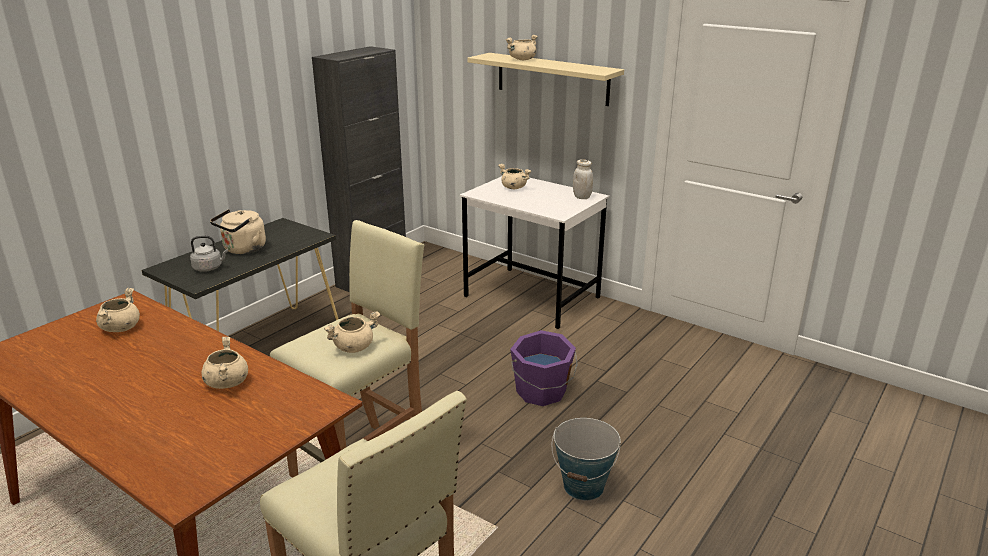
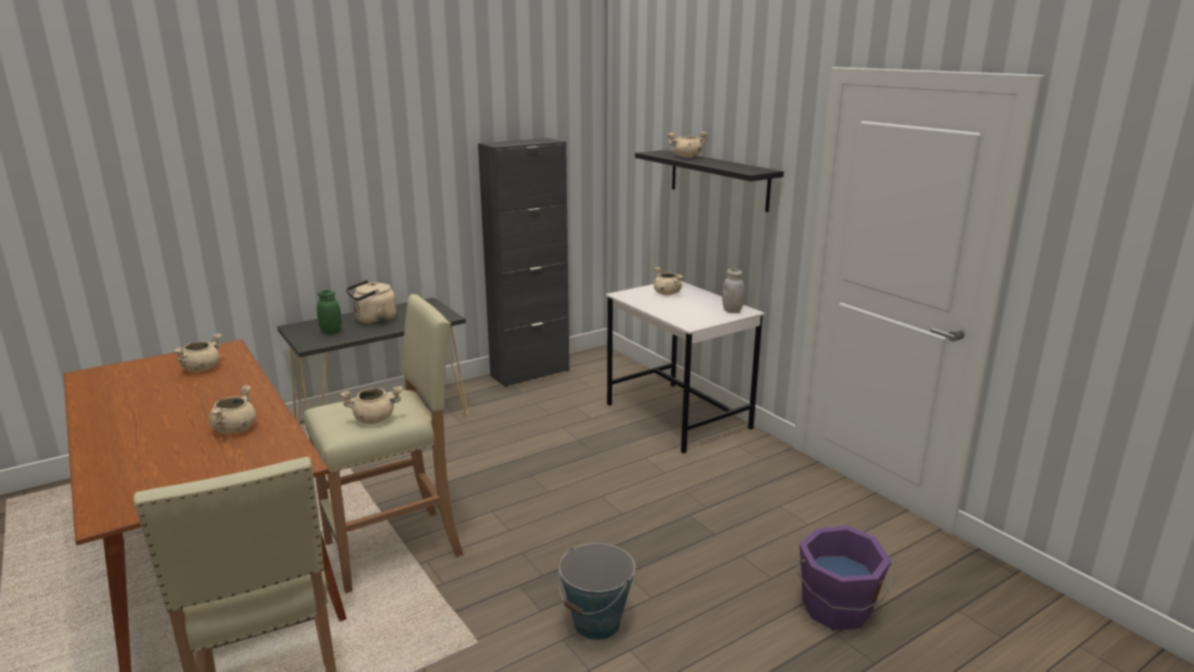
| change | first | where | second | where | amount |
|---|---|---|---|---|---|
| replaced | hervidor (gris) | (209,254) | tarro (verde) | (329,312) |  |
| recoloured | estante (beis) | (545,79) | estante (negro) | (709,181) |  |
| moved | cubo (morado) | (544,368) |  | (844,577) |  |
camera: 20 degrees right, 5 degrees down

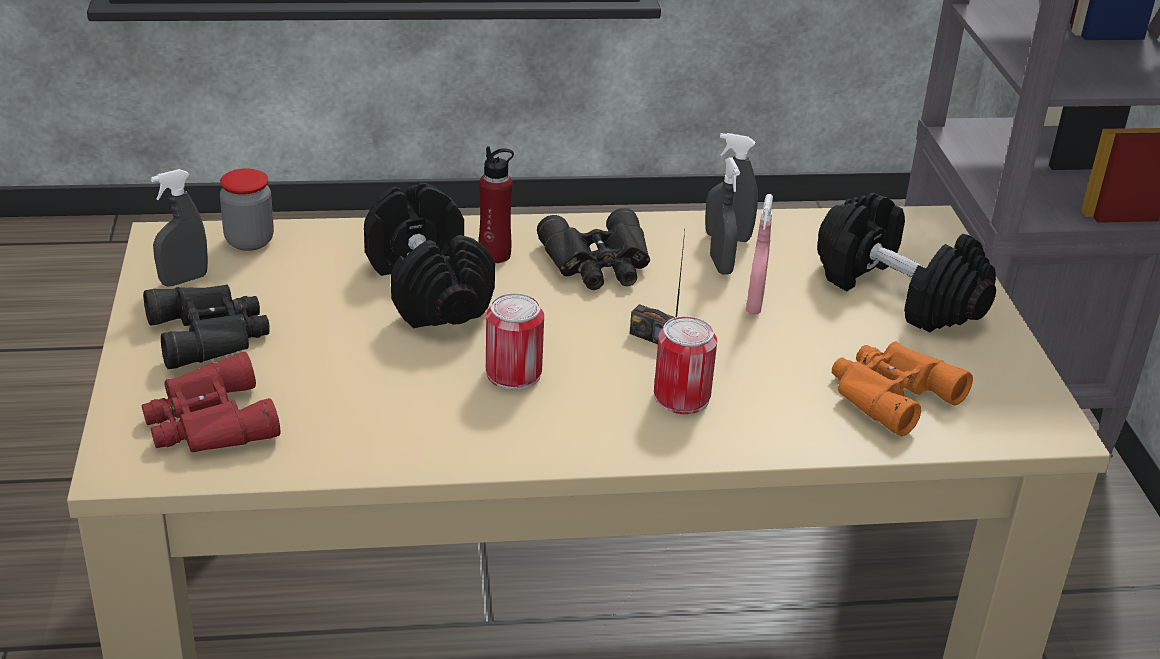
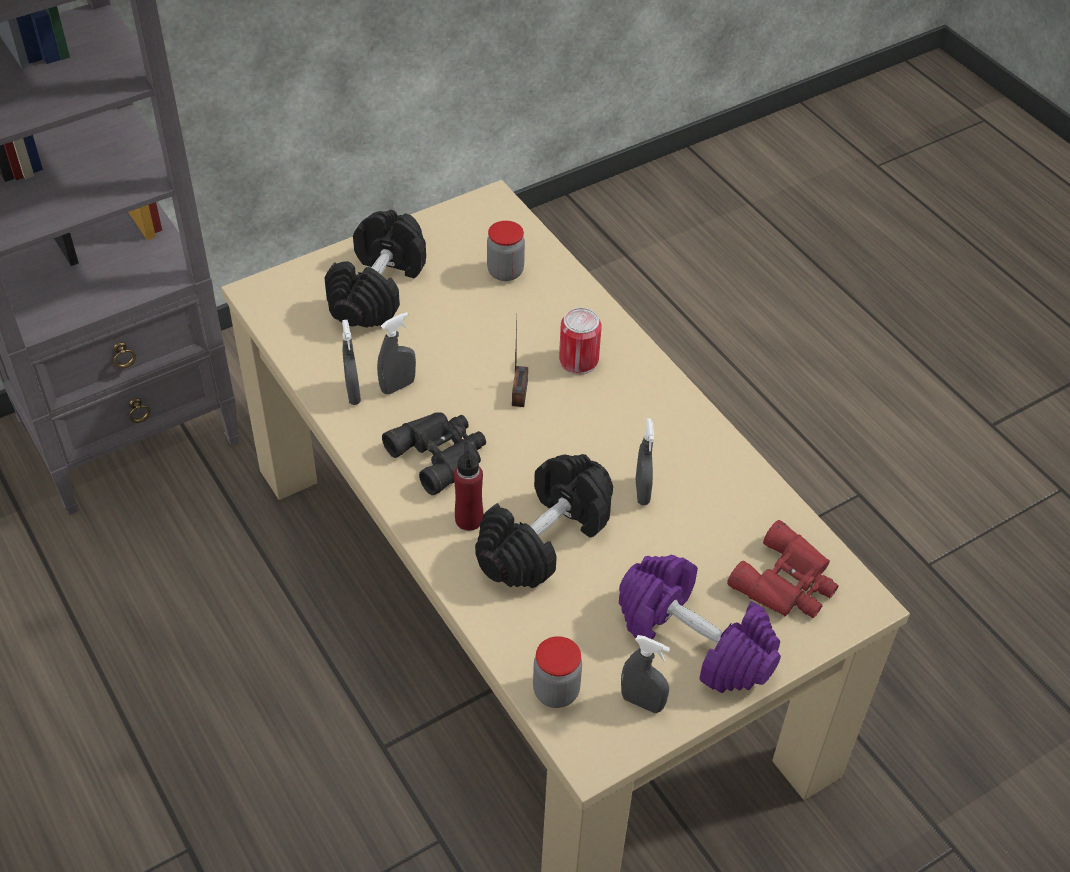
| change | first | where | second | where | amount |
|---|---|---|---|---|---|
| replaced | prismáticos (negro) | (206,326) | mancuerna (morado) | (700,624) |  |
| removed | lata | (515,341) |  |  |  |
| removed | pulverizador (rosa) | (759,254) |  |  |  |
| replaced | prismáticos (naranja) | (902,388) | tarro | (506,251) |  |
| added |  |  | pulverizador (gris) | (645,462) |  |
camera: 115 degrees left, 15 degrees up

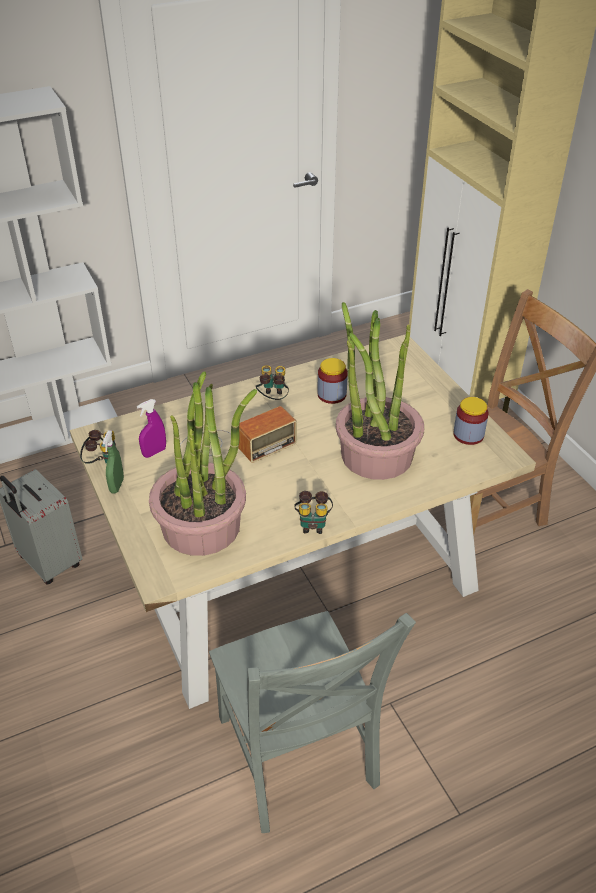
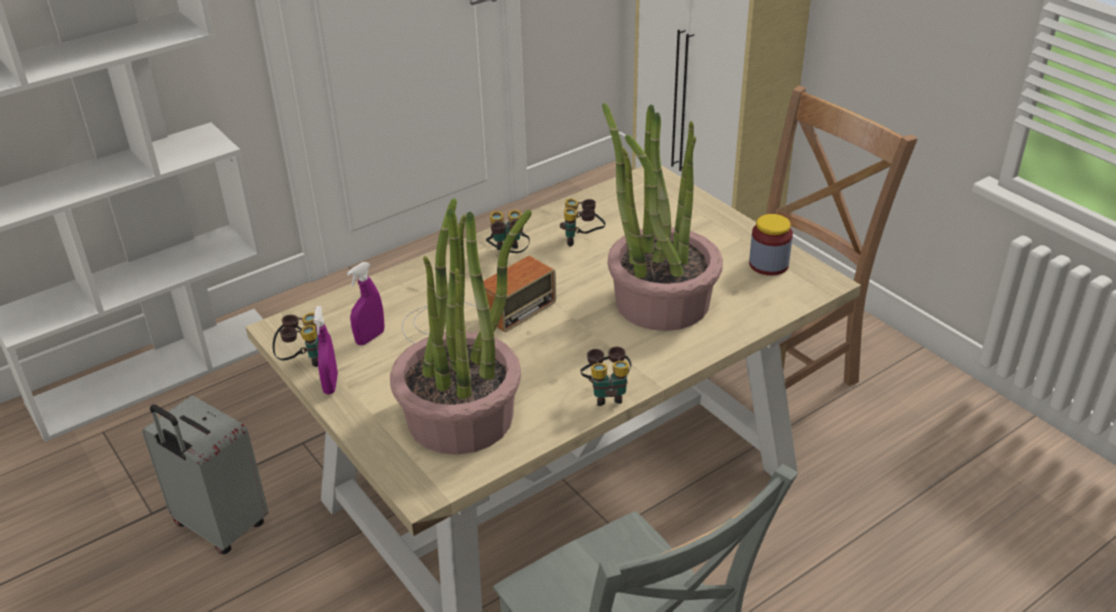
| change | first | where | second | where | amount |
|---|---|---|---|---|---|
| recoloured | pulverizador (verde) | (113,462) | pulverizador (morado) | (325,350) |  |
| replaced | tarro | (332,381) | prismáticos | (583,223) |  |
camera: 10 degrees left, 5 degrees down

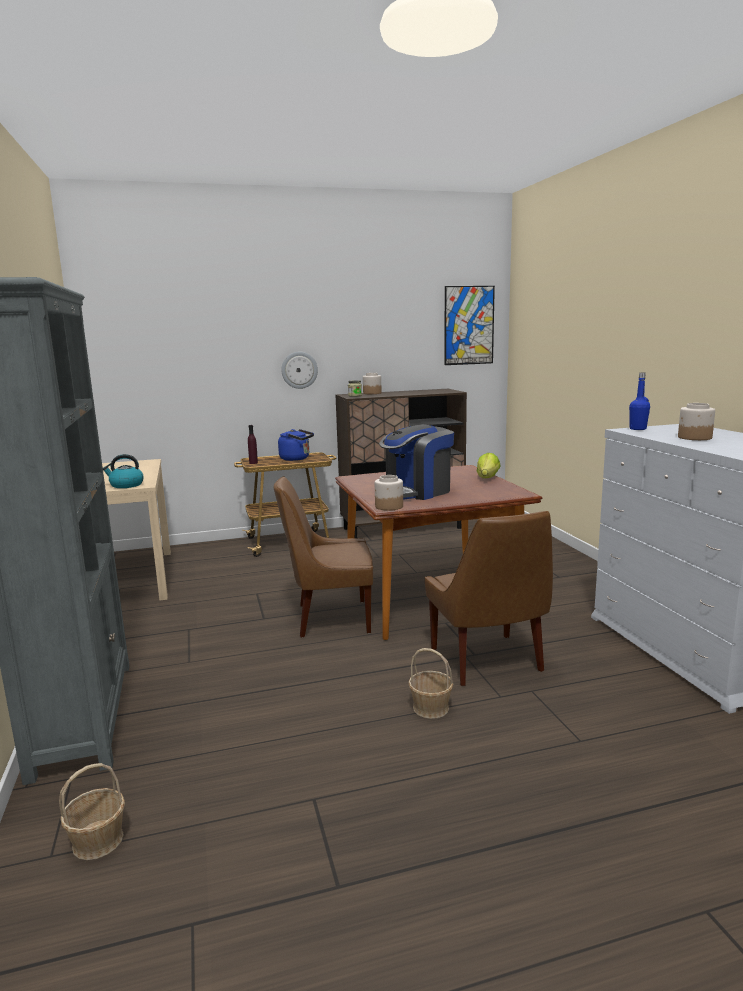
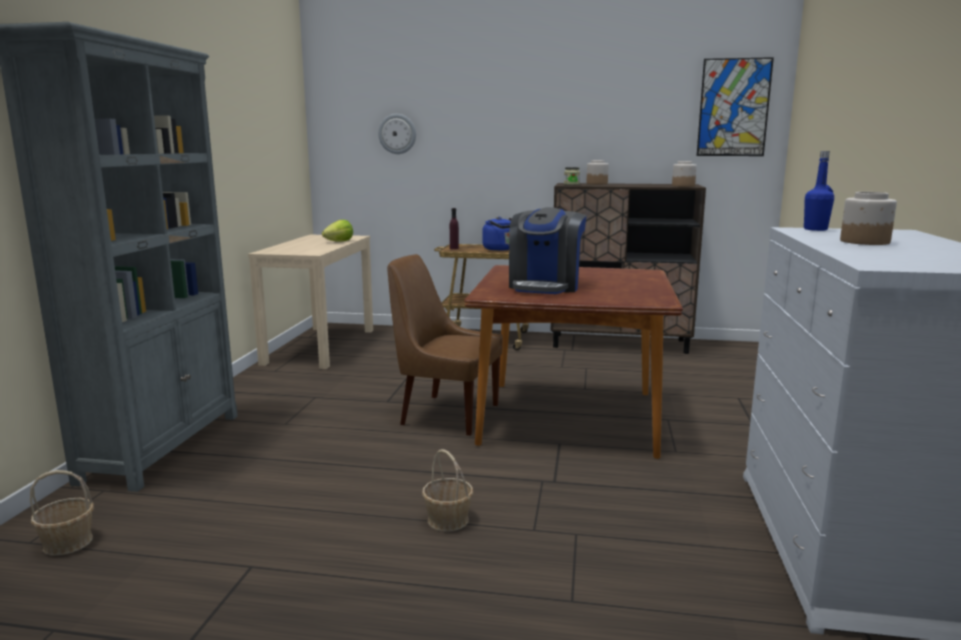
| change | first | where | second | where | amount |
|---|---|---|---|---|---|
| removed | hervidor | (123,471) |  |  |  |
| moved | reloj de pared | (299,370) |  | (397,134) |  |
| moved | tarro | (389,493) |  | (684,174) |  |
| turned | cafetera | (416,462) |  | (548,250) | 60 degrees counterclockwise |
| removed | silla (marrón) | (489,598) |  |  |  |
| moved | lechuga | (489,465) |  | (337,231) |  |
camera: 25 degrees right, 0 degrees up

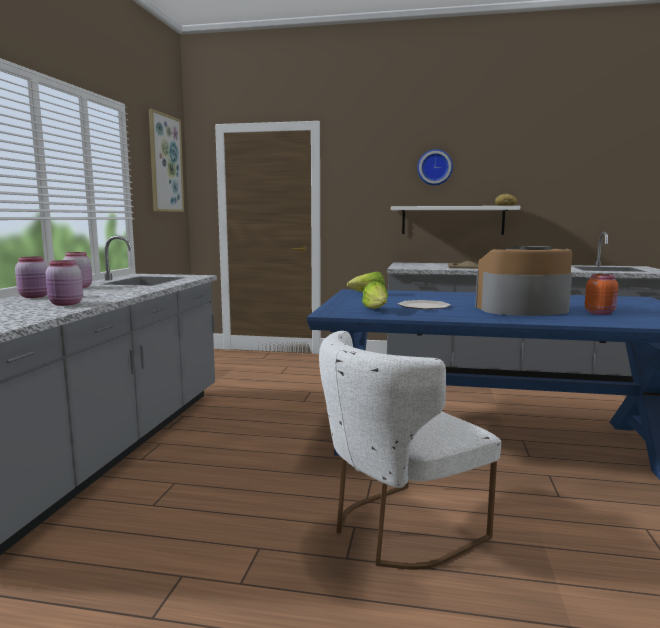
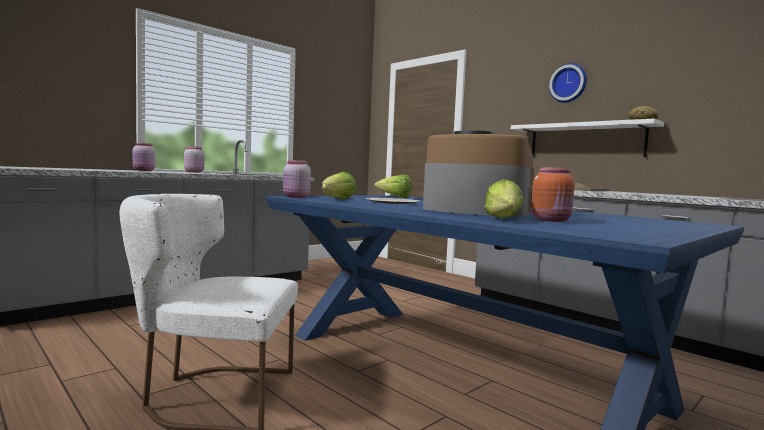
| change | first | where | second | where | amount |
|---|---|---|---|---|---|
| moved | tarro (rosa) | (64,283) |  | (297,179) |  |
| removed | cuadro | (166,160) |  |  |  |
| added |  |  | lechuga | (504,198) |  |
camera: 35 degrees right, 5 degrees down

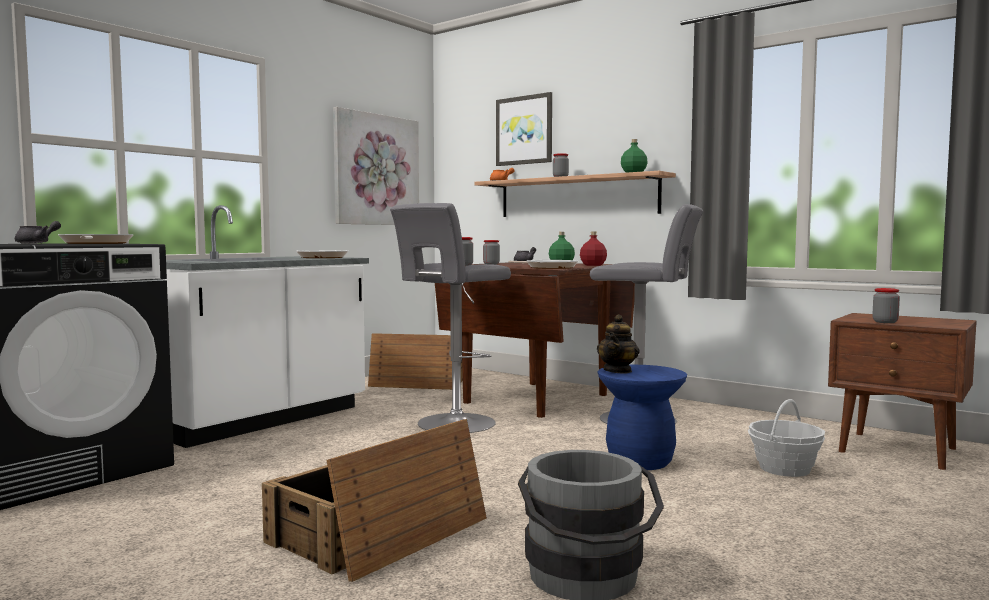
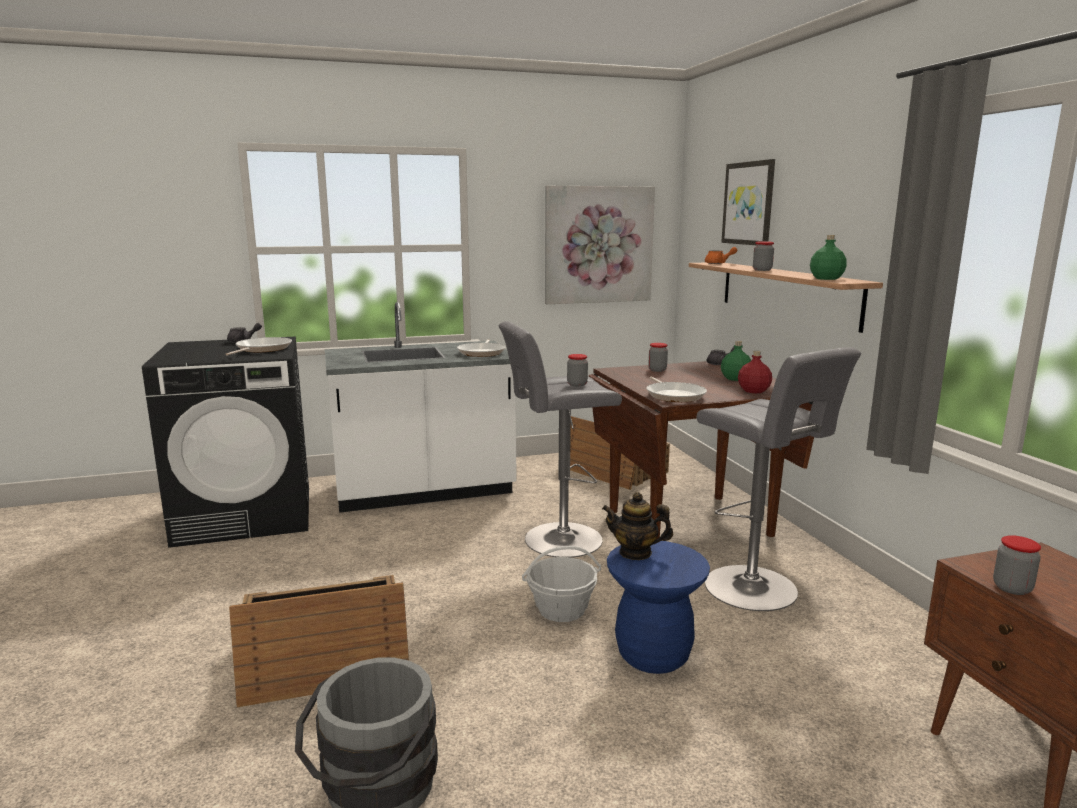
| change | first | where | second | where | amount |
|---|---|---|---|---|---|
| turned | tetera | (618,344) |  | (637,526) | 45 degrees clockwise |
| moved | cesta | (786,438) |  | (561,584) |  |
camera: 35 degrees right, 10 degrees up

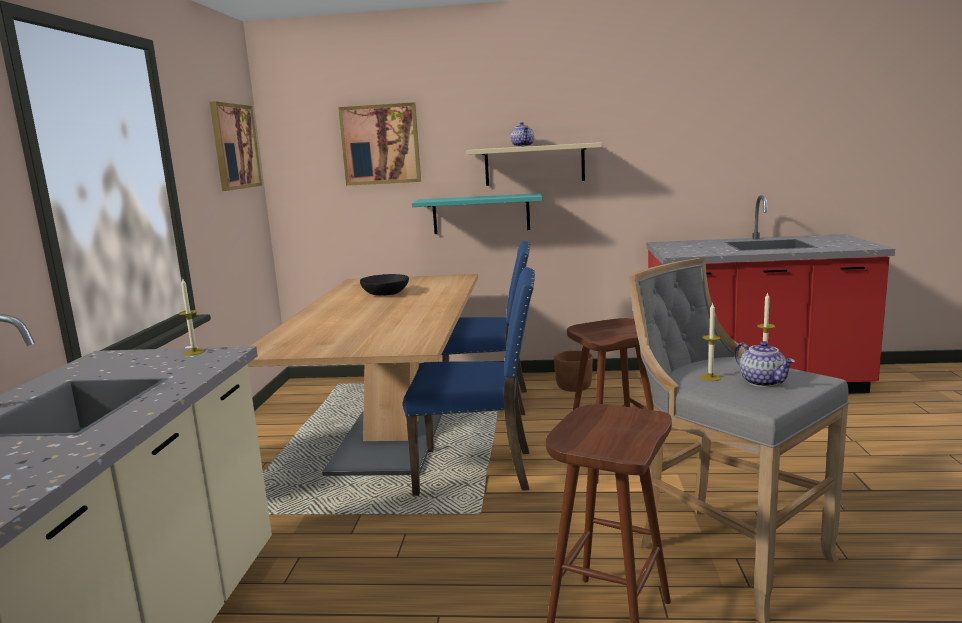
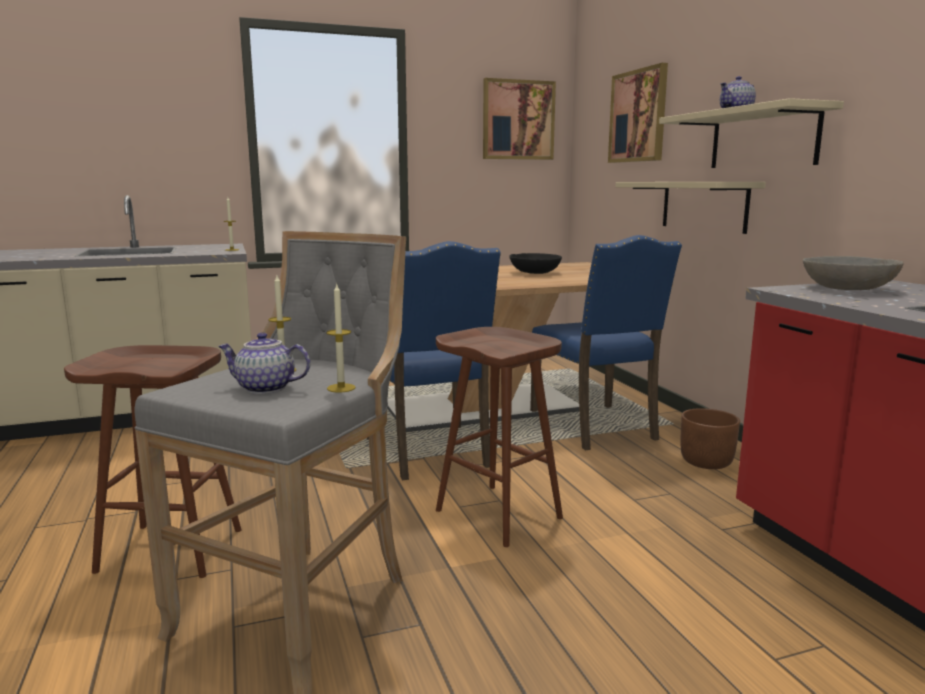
| change | first | where | second | where | amount |
|---|---|---|---|---|---|
| recoloured | estante (turquesa) | (477,213) | estante (beis) | (691,208) |  |
| turned | tetera | (765,364) |  | (264,363) | 60 degrees clockwise |
| added |  |  | cuenco (gris) | (853,273) |  |
camera: 65 degrees right, 0 degrees up

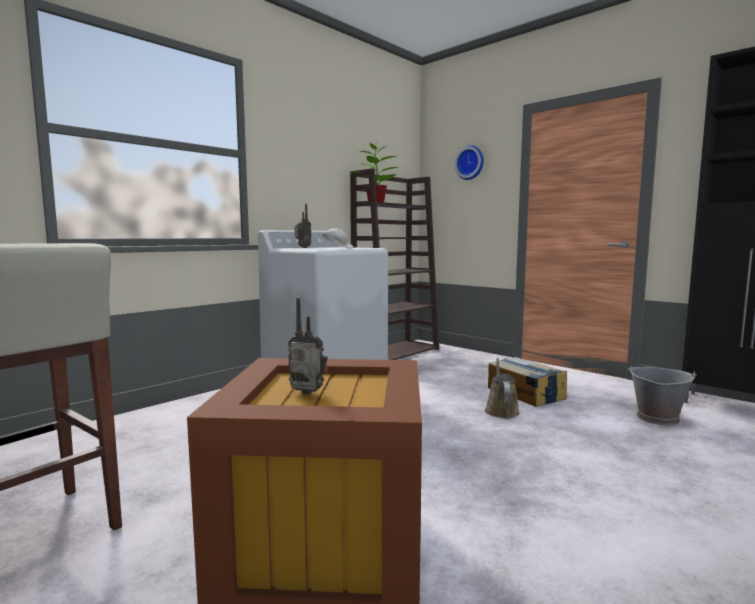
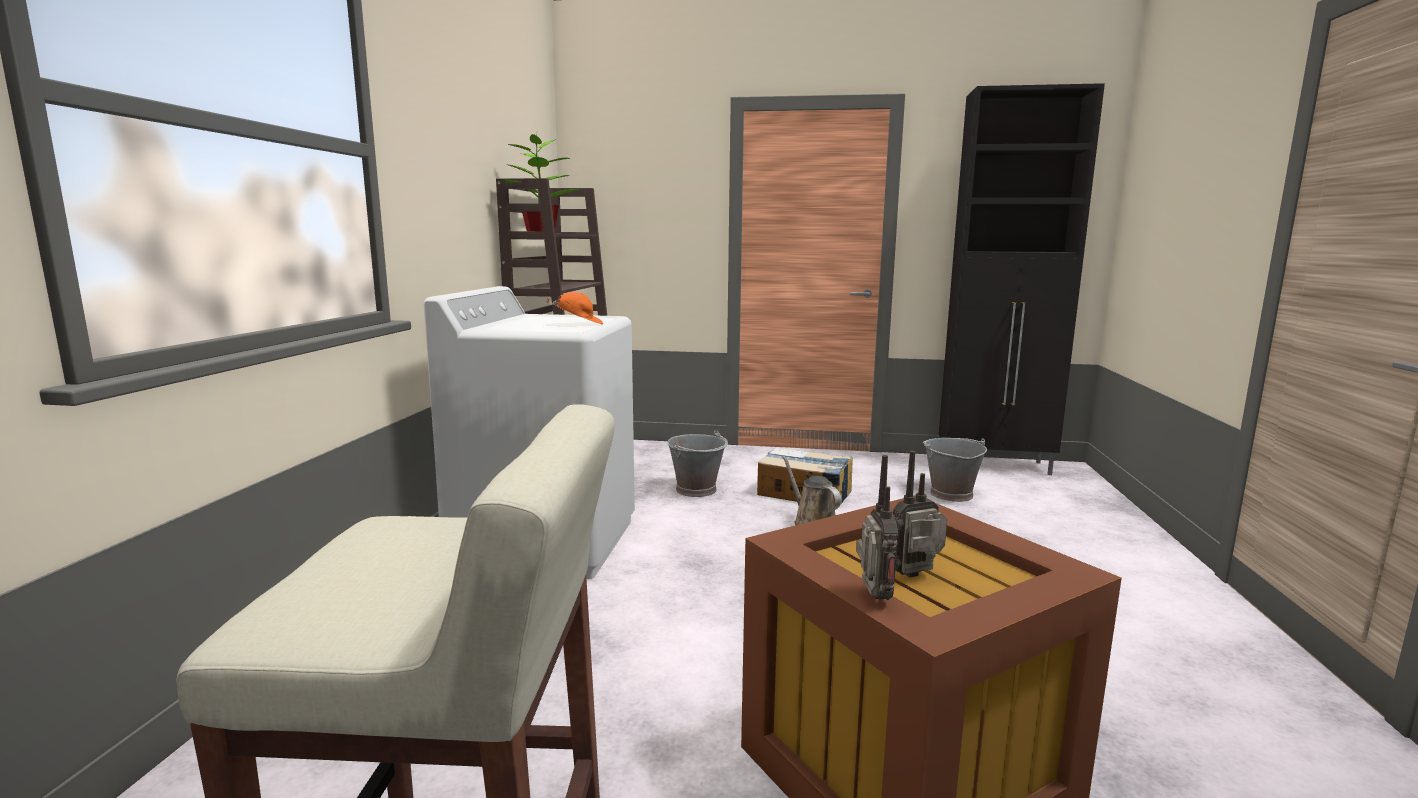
| change | first | where | second | where | amount |
|---|---|---|---|---|---|
| moved | radio | (303,226) |  | (877,527) |  |
| recoloured | gorra (blanco) | (335,238) | gorra (naranja) | (574,308) |  |
| removed | reloj de pared | (469,162) |  |  |  |
| added |  |  | cubo (gris) | (697,463) |  |
camera: 35 degrees left, 5 degrees up

